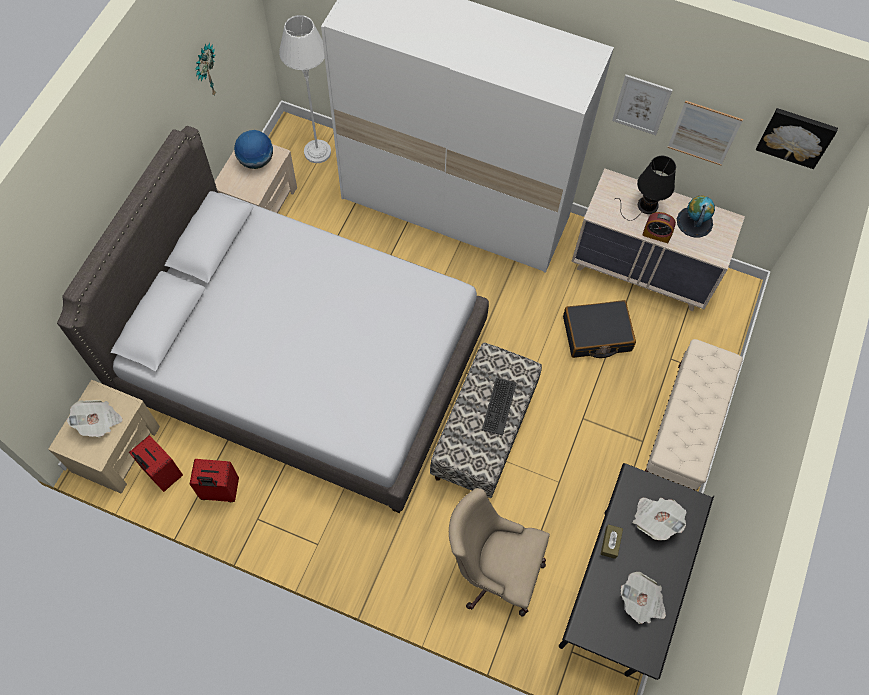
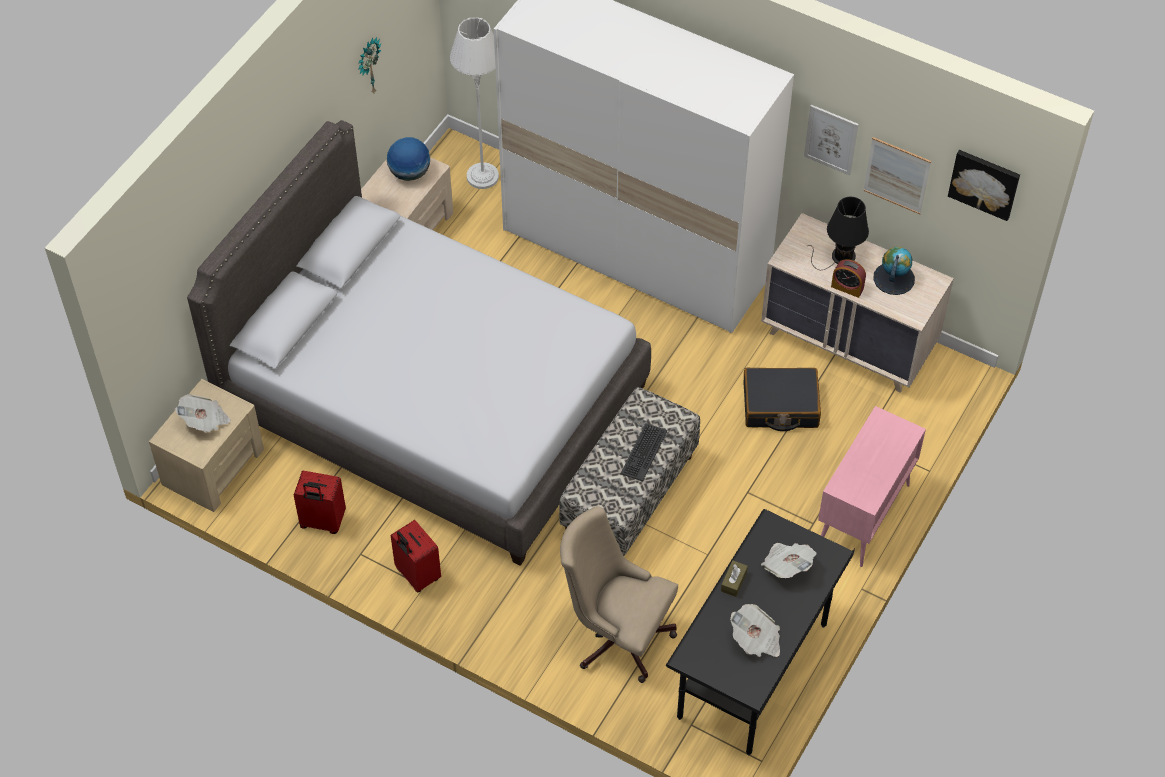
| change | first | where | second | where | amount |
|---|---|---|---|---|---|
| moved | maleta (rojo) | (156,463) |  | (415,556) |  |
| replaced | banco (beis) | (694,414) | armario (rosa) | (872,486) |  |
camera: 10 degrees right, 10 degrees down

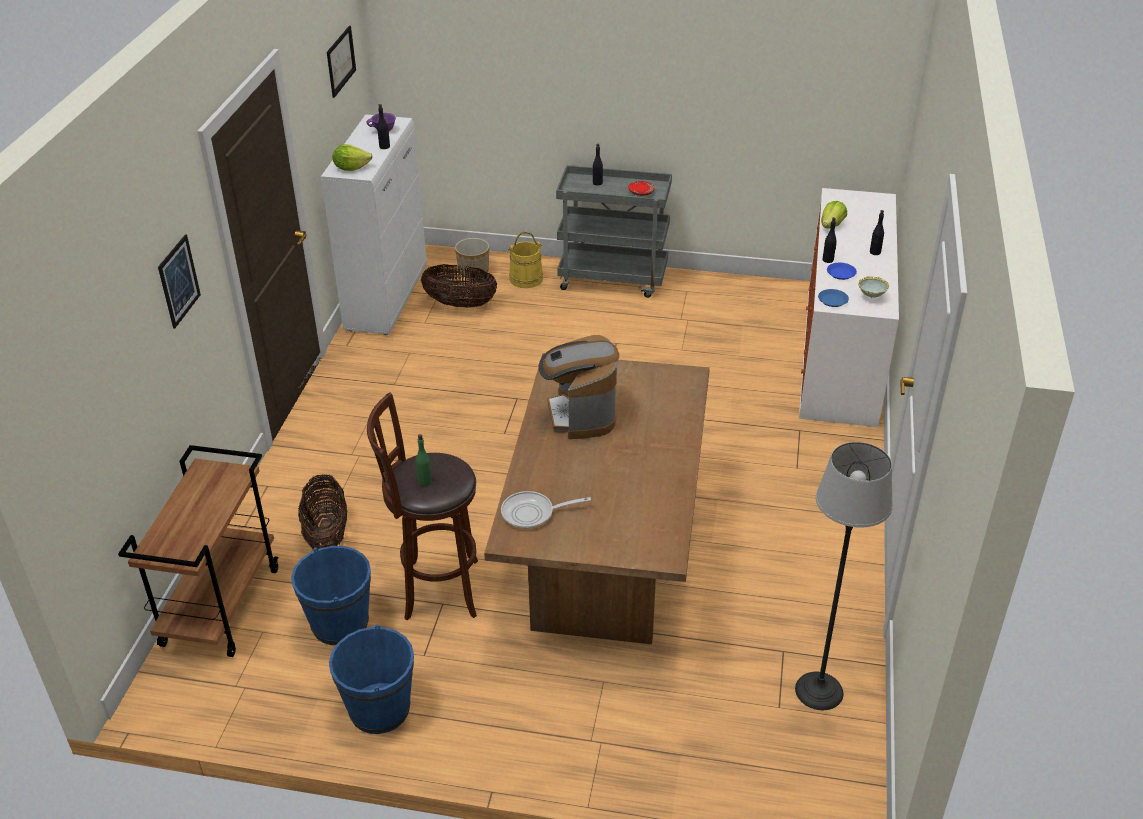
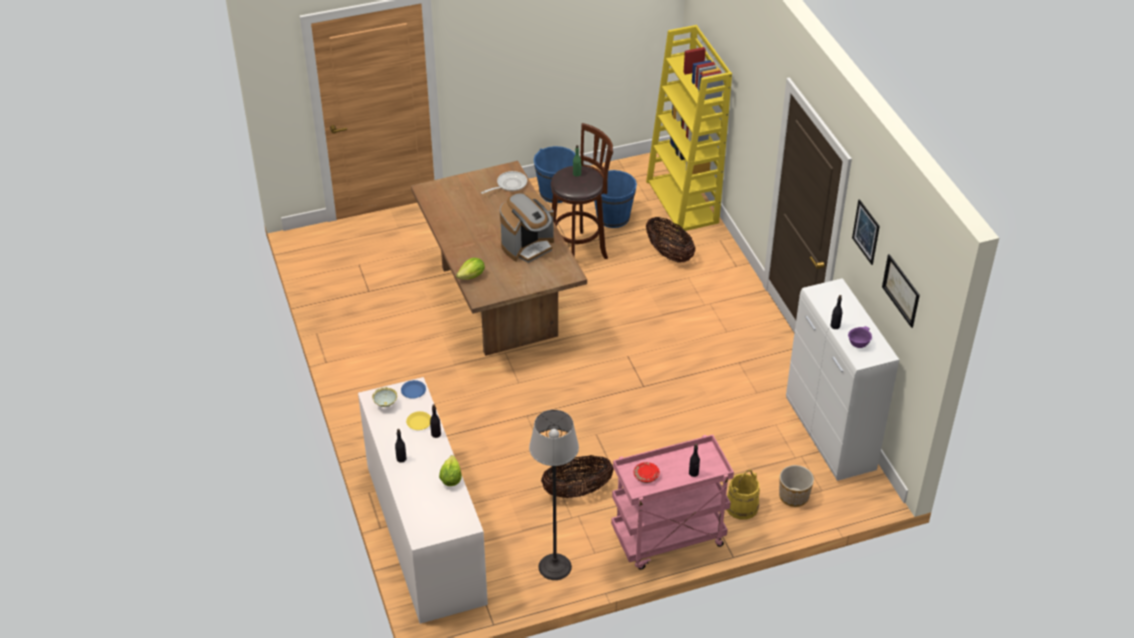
| change | first | where | second | where | amount |
|---|---|---|---|---|---|
| replaced | carrito (marrón) | (198,551) | estantería (amarillo) | (689,128) |  |
| moved | cuadro | (179,281) |  | (866,232) |  |
| moved | lechuga | (353,157) |  | (470,269) |  |
| moved | cesta | (459,286) |  | (577,476) |  |
| turned | cafetera | (578,387) |  | (527,227) | 90 degrees clockwise |
| recoloured | carrito (gris) | (614,231) | carrito (rosa) | (672,502) |  |
| moved | lámpara de pie | (844,576) |  | (554,495) |  |
| recoloured | plato (azul) | (842,271) | plato (amarillo) | (418,420) |  |
camera: 150 degrees right, 5 degrees up

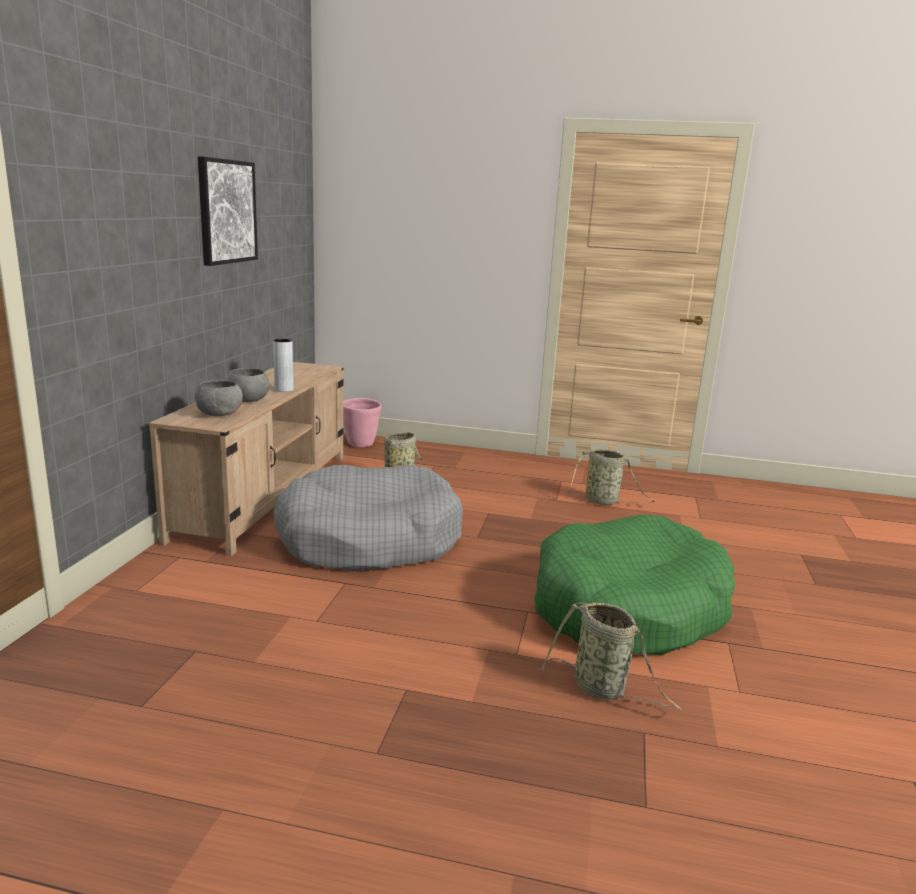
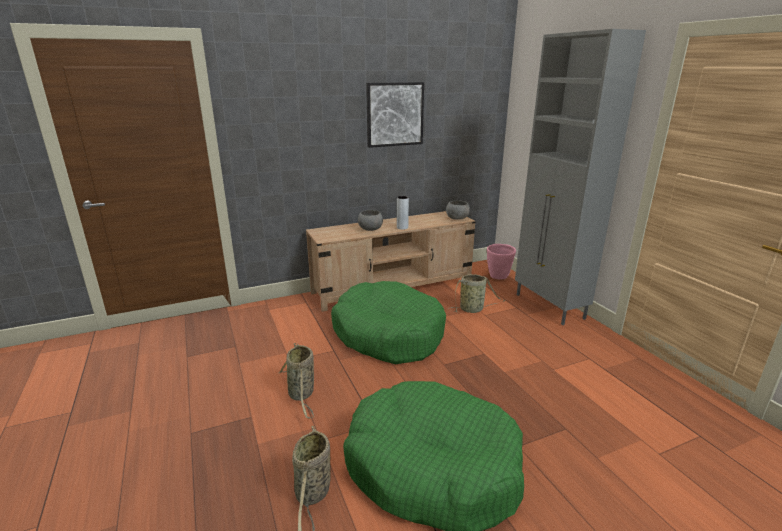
| change | first | where | second | where | amount |
|---|---|---|---|---|---|
| moved | cuenco (gris) | (219,398) |  | (458,210) |  |
| recoloured | cama para perro (gris) | (368,518) | cama para perro (verde) | (388,322) |  |
| moved | cesta | (610,477) |  | (296,381) |  |
| added |  |  | armario (gris) | (580,177) |  |
camera: 55 degrees right, 5 degrees up

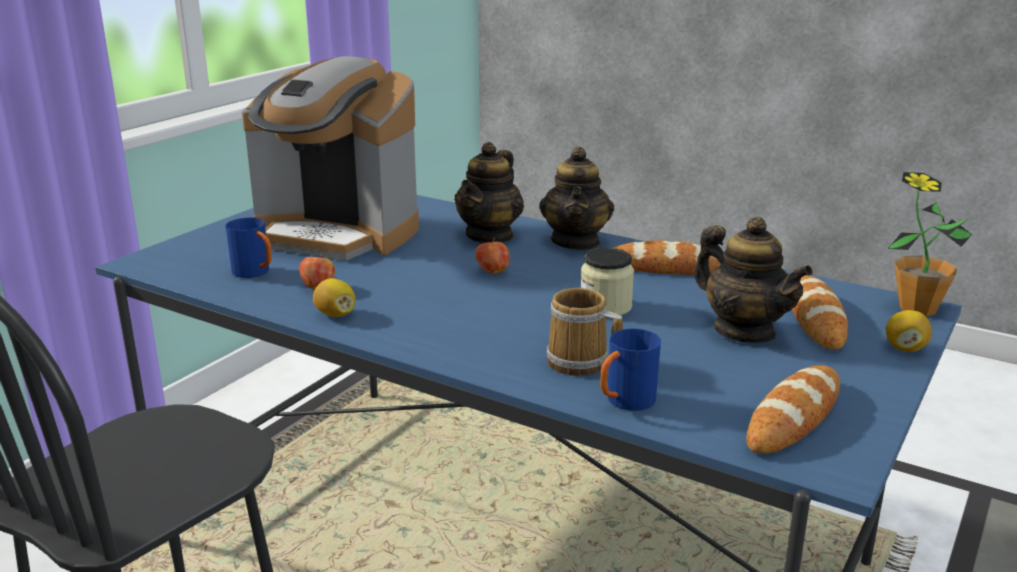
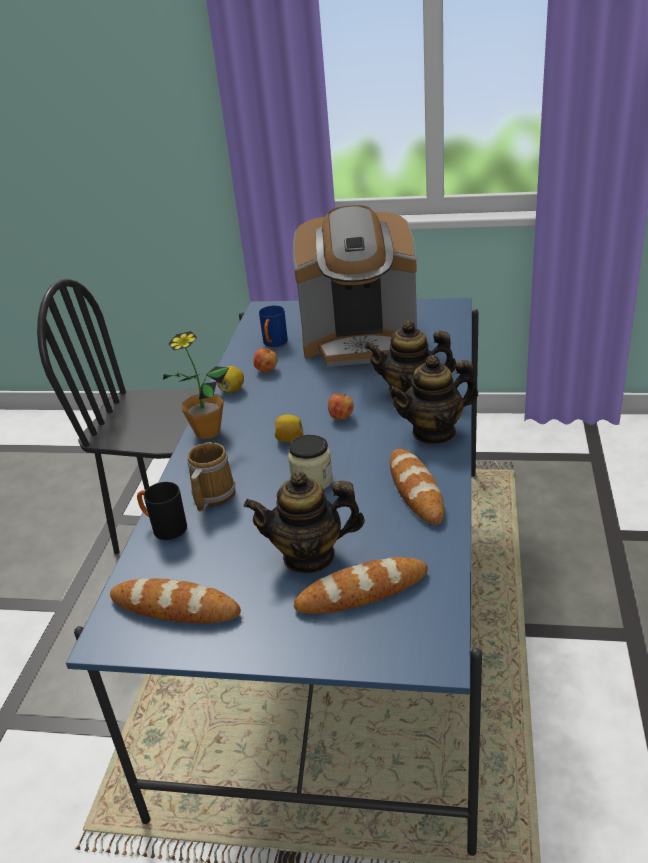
| change | first | where | second | where | amount |
|---|---|---|---|---|---|
| turned | cafetera | (330,158) |  | (355,286) | 90 degrees counterclockwise |
| recoloured | taza grande (azul) | (630,370) | taza grande (negro) | (162,511) |  |
| turned | tetera | (753,280) |  | (304,522) | 60 degrees clockwise |
| moved | limón | (909,331) |  | (289,428) |  |
| moved | planta en maceta | (930,244) |  | (196,385) |  |
camera: 70 degrees right, 10 degrees up

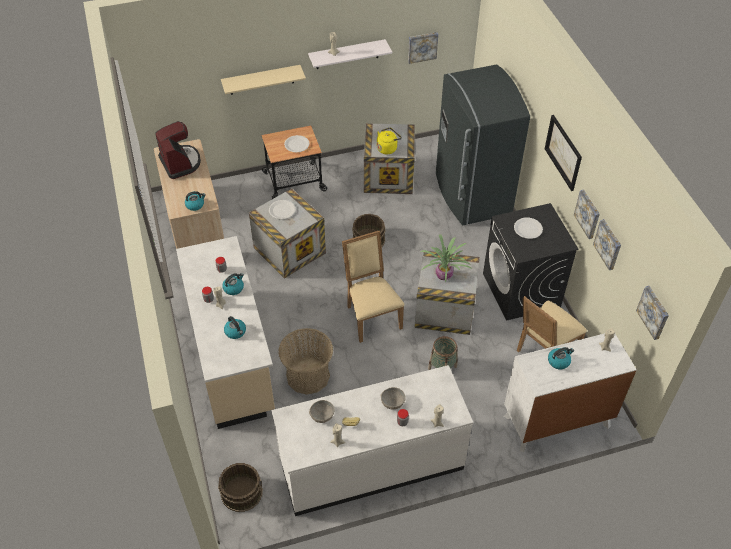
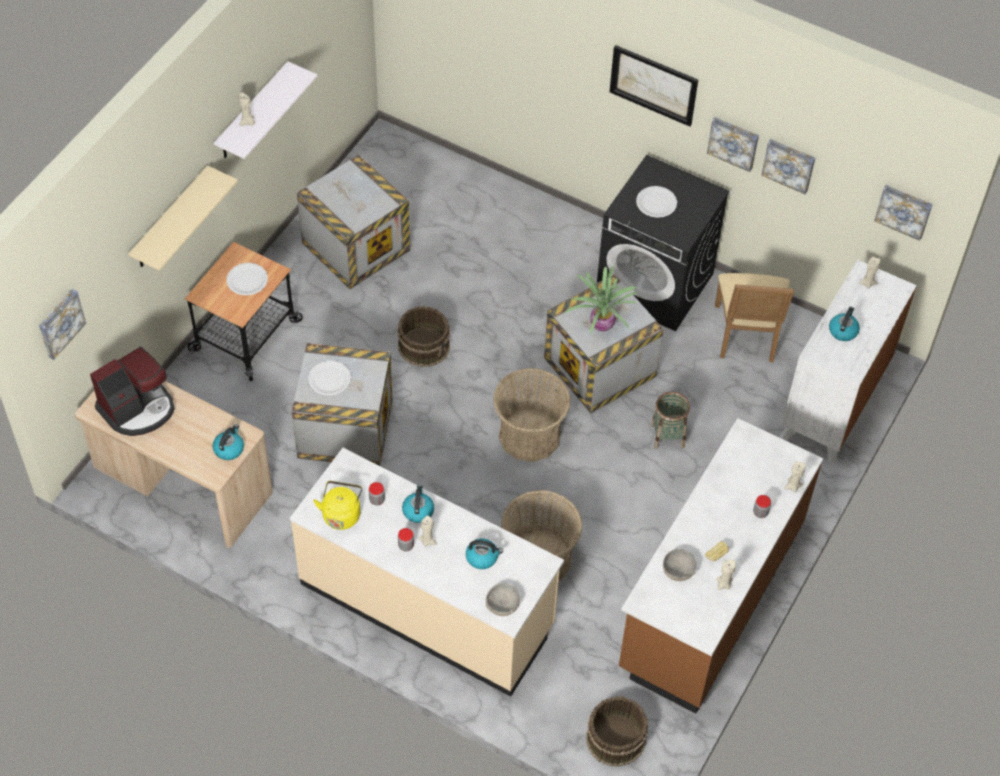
| change | first | where | second | where | amount |
|---|---|---|---|---|---|
| turned | cafetera | (178,150) |  | (132,391) | 120 degrees clockwise |
| recoloured | mueble bajo de cocina (blanco) | (372,440) | mueble bajo de cocina (marrón) | (721,566) |  |
| replaced | silla (beis) | (373,287) | cesta | (532,415) |  |
| moved | hervidor (amarillo) | (389,140) |  | (337,505) |  |
| moved | cuenco (gris) | (393,398) |  | (502,599) |  |
| moved | cuadro | (423,48) |  | (62,324) |  |
| removed | nevera (gris) | (483,145) |  |  |  |
camera: 45 degrees left, 5 degrees up

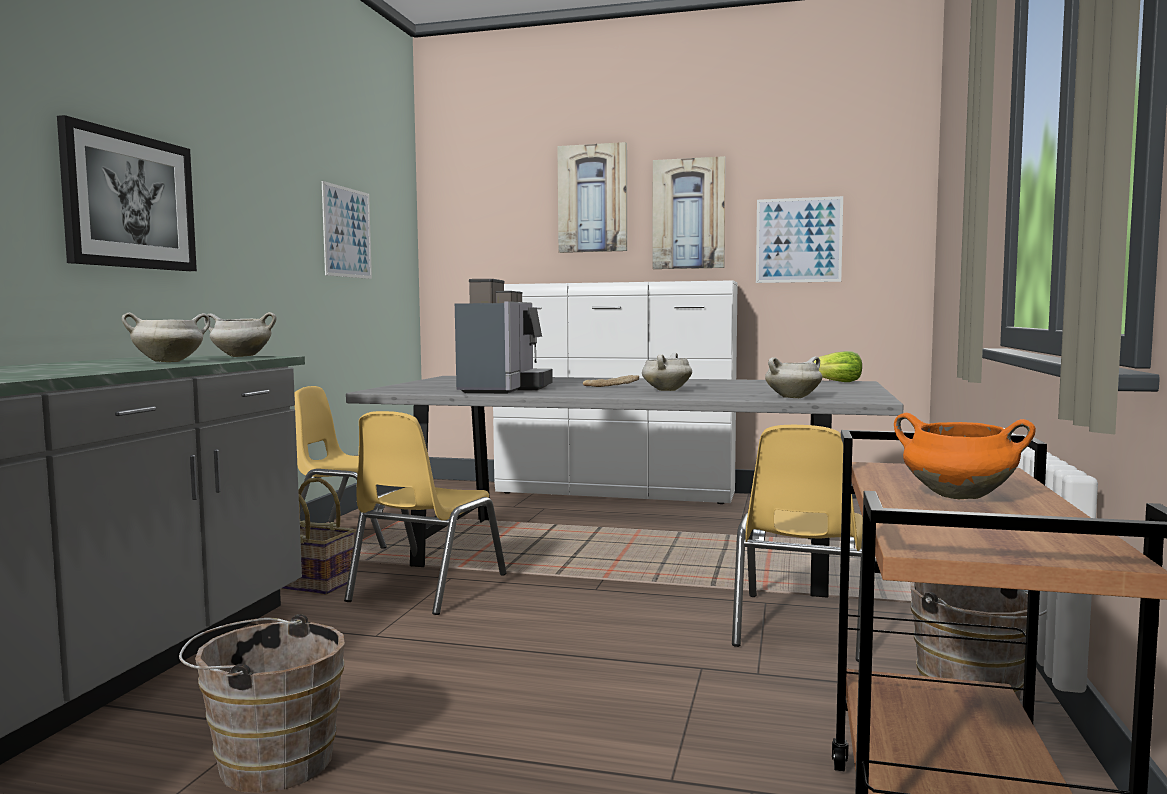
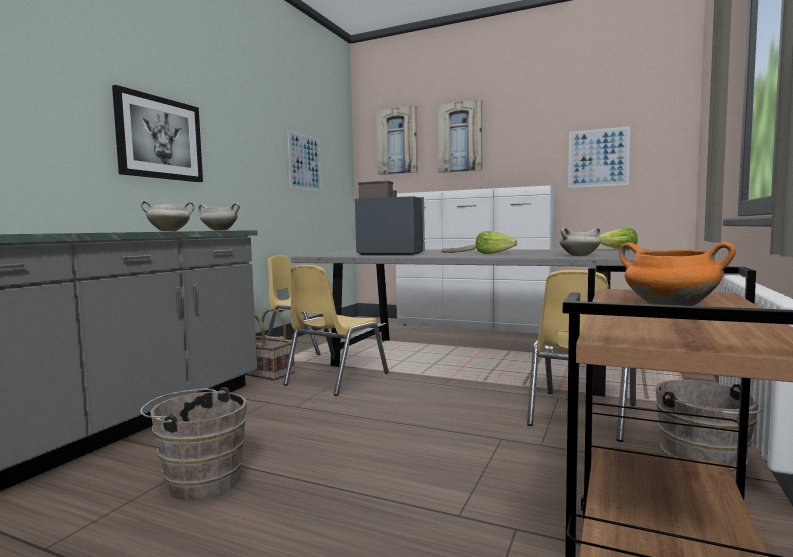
| change | first | where | second | where | amount |
|---|---|---|---|---|---|
| turned | cafetera | (504,336) |  | (390,218) | 90 degrees counterclockwise |
| replaced | olla (blanco) | (667,372) | lechuga | (496,242) |  |
| moved | cuadro | (689,212) |  | (397,140) |  |
camera: 10 degrees right, 0 degrees up

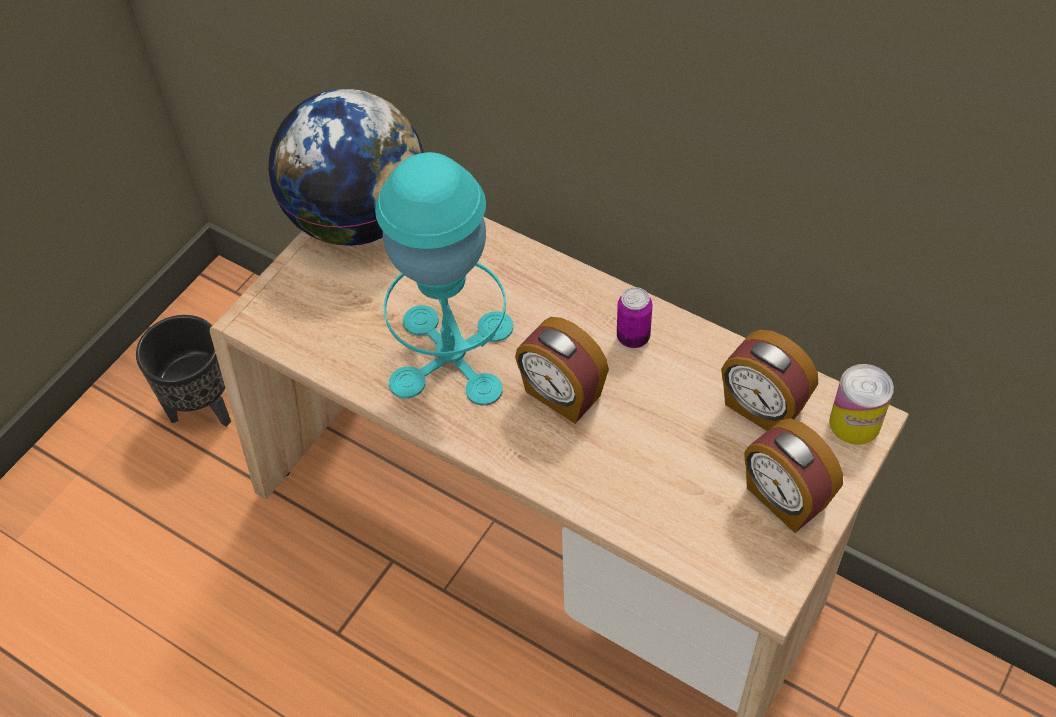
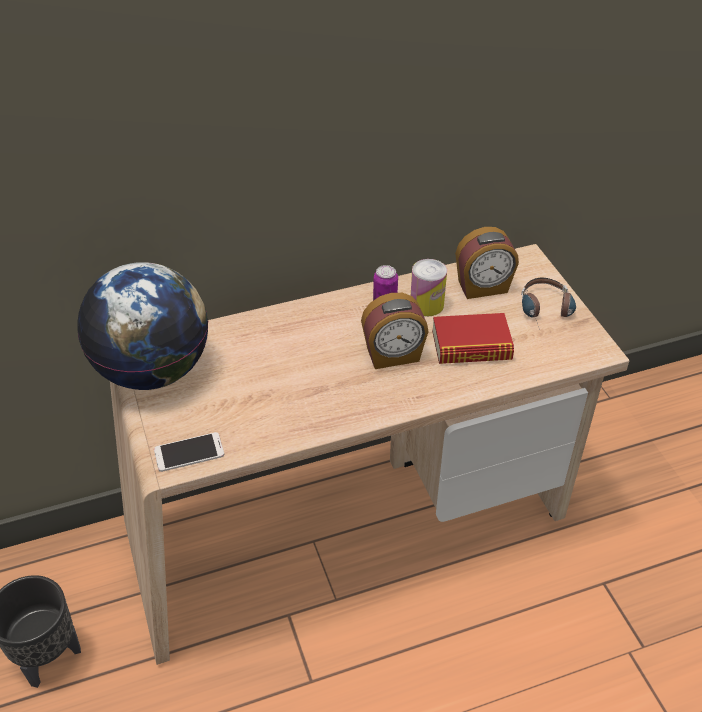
| change | first | where | second | where | amount |
|---|---|---|---|---|---|
| removed | lámpara de mesa (turquesa) | (444,279) |  |  |  |
| replaced | despertador | (793,475) | auriculares | (548,304) |  |
| moved | lata | (861,404) |  | (429,287) |  |
| added |  |  | móvil | (189,452) |  |
| added |  |  | libro | (473,338) |  |
camera: 55 degrees left, 10 degrees down

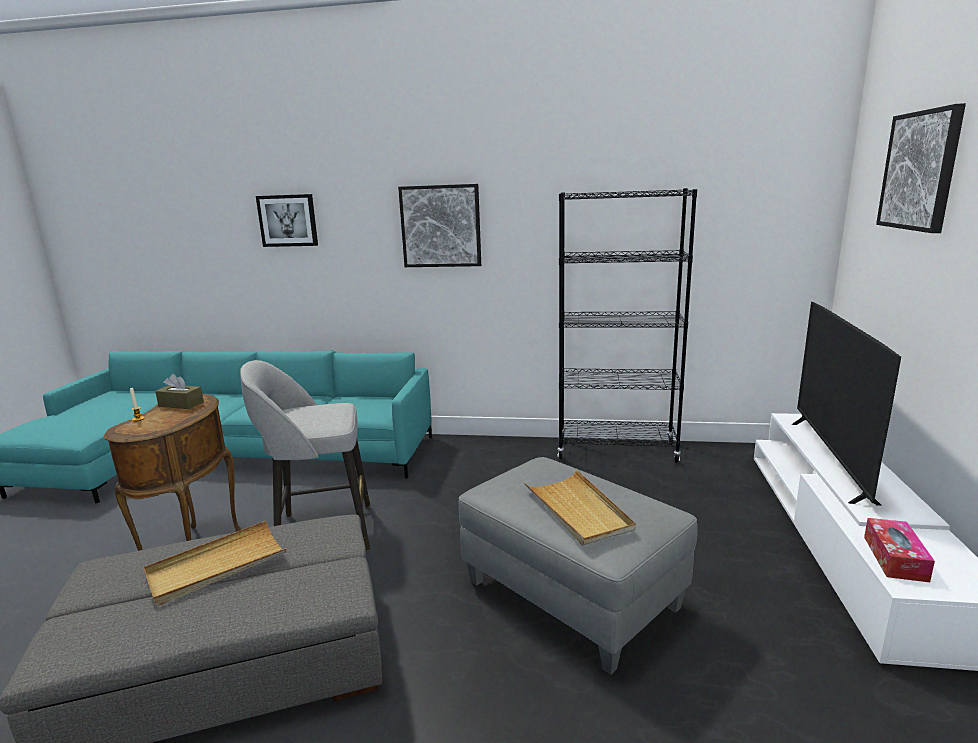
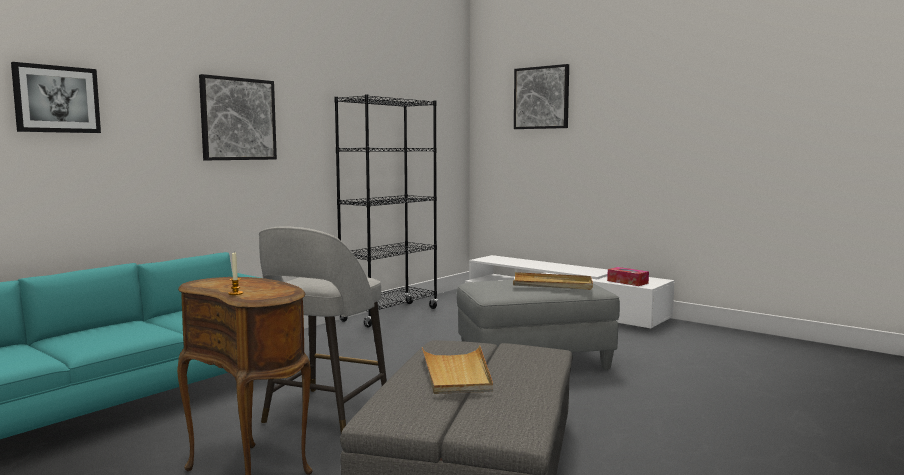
| change | first | where | second | where | amount |
|---|---|---|---|---|---|
| removed | caja de pañuelos (marrón) | (179,391) |  |  |  |
| removed | televisor | (846,404) |  |  |  |
camera: 60 degrees left, 10 degrees down

